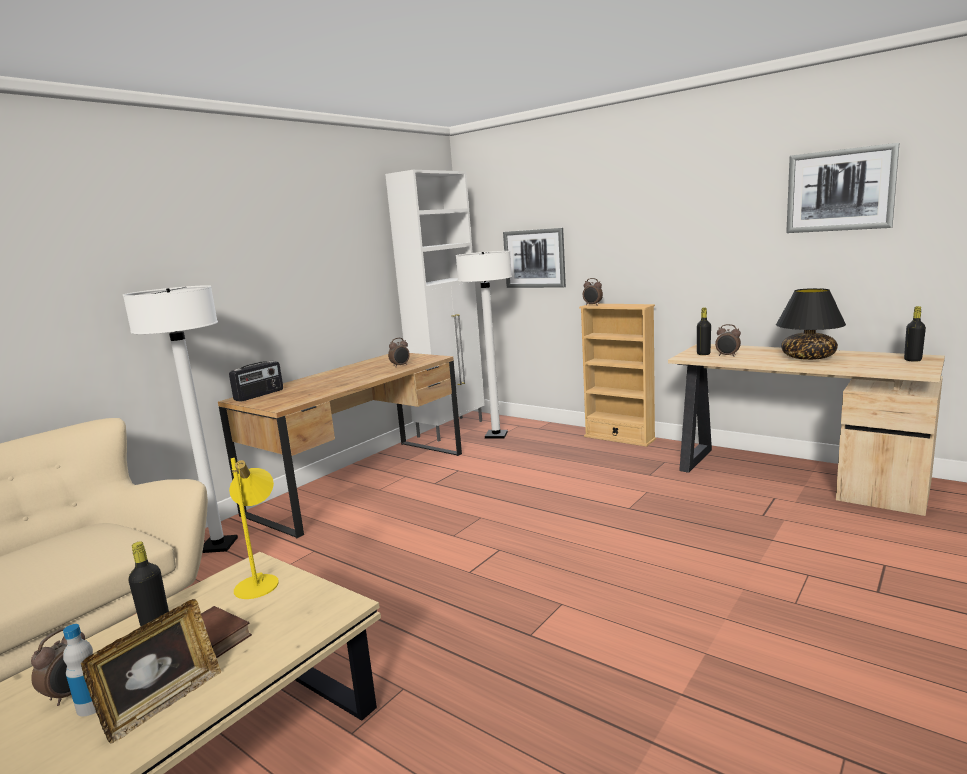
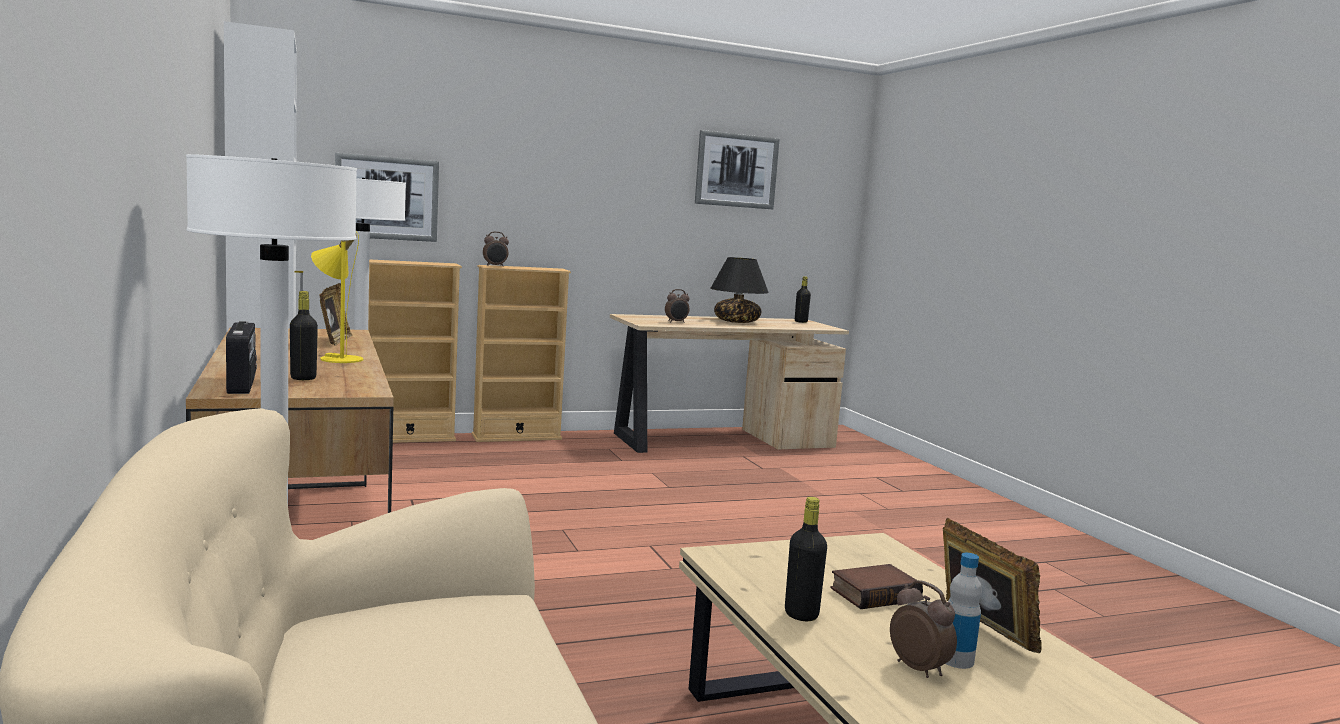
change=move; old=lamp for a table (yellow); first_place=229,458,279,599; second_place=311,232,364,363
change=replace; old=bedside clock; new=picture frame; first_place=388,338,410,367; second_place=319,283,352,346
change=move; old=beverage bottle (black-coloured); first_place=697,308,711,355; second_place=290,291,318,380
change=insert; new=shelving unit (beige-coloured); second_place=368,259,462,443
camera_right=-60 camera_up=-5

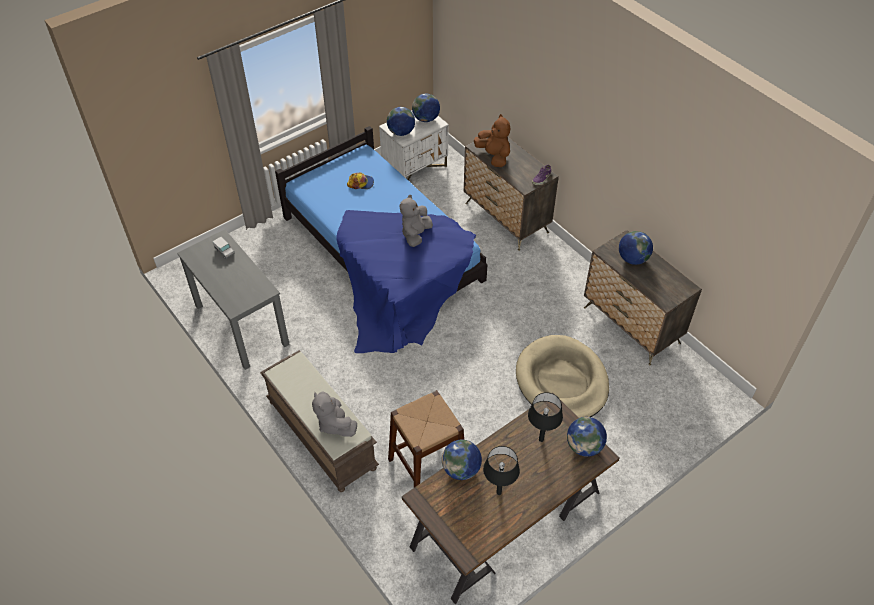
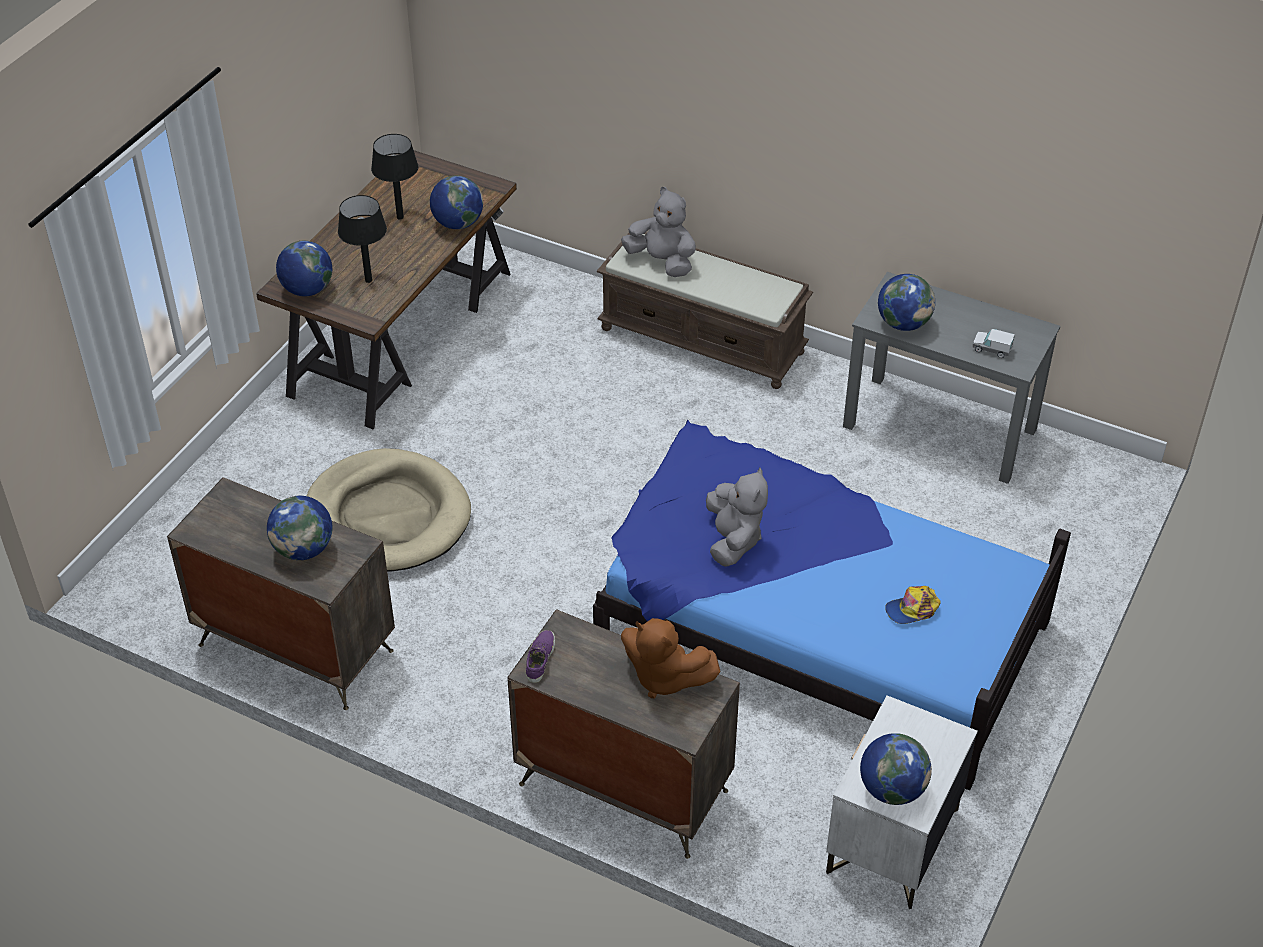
change=move; old=desk globe; first_place=387,107,415,136; second_place=878,274,935,331
change=delete; old=sitting stool (brown); first_place=388,390,464,487
camera_right=155 camera_up=-5

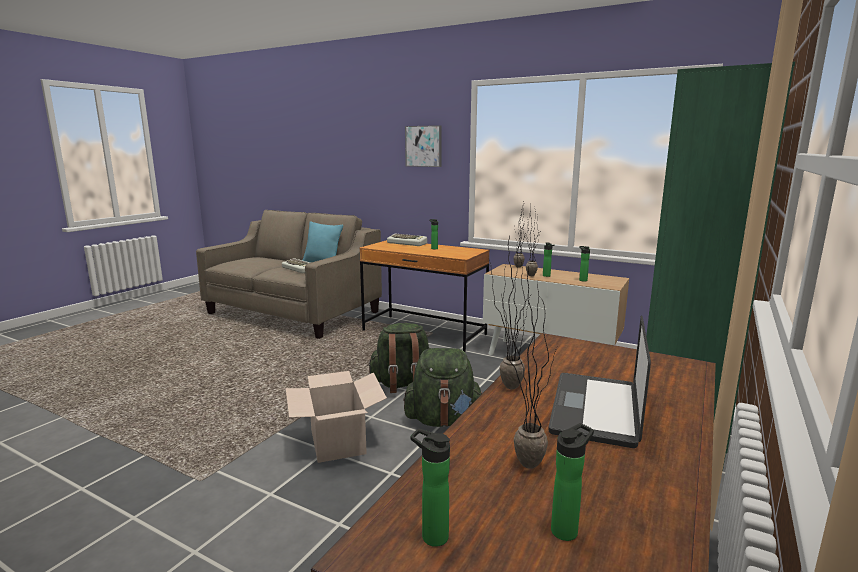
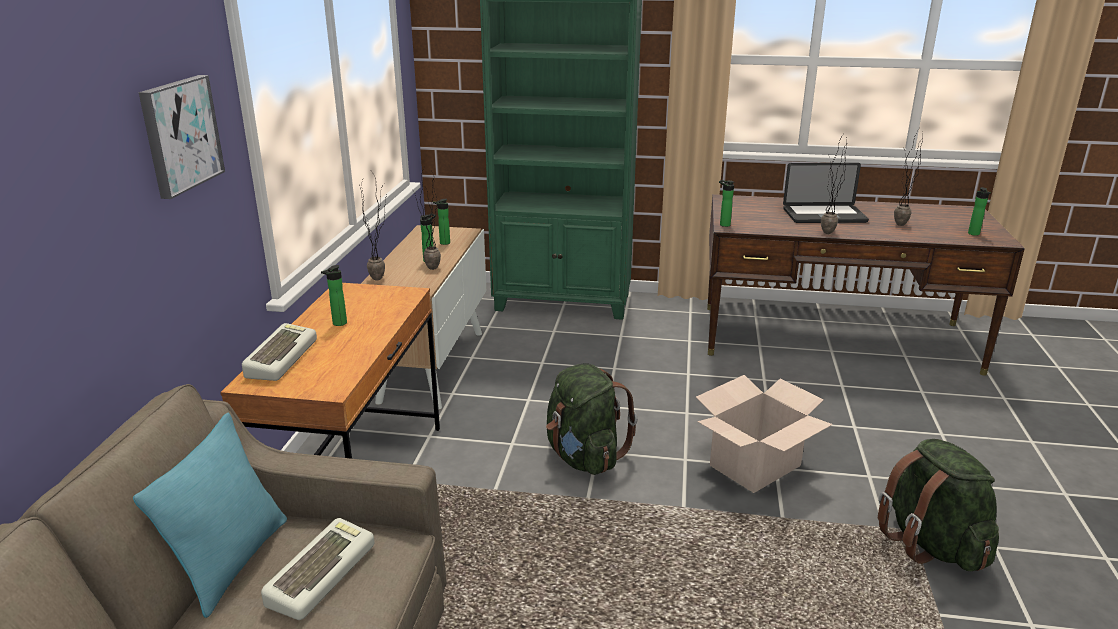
change=move; old=rucksack (greenish); first_place=404,348,482,427; second_place=878,439,999,571
change=move; old=beverage bottle; first_place=551,423,594,541; second_place=719,180,735,227
camera_right=-110 camera_up=10

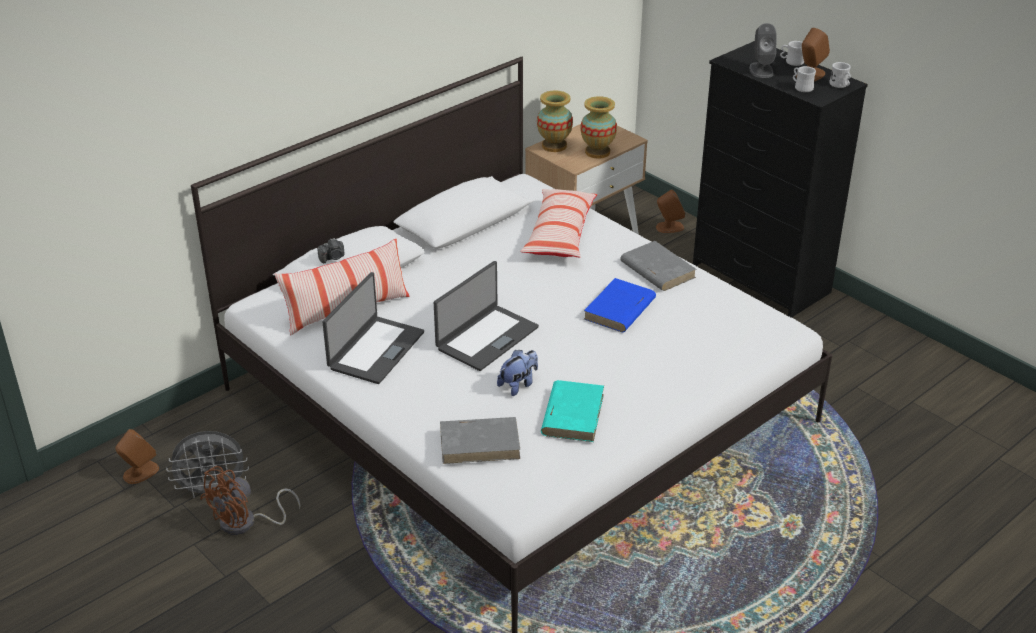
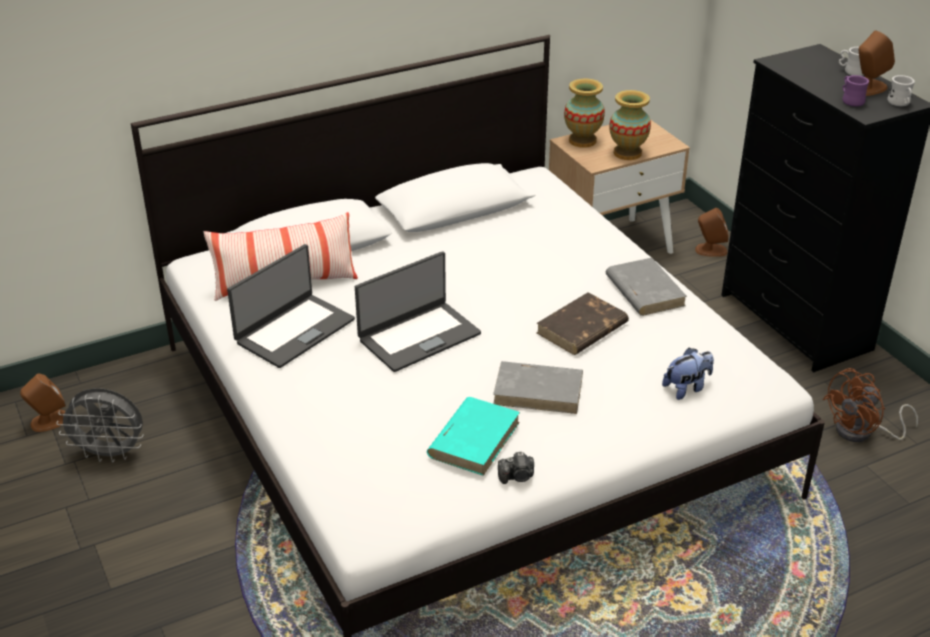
change=move; old=electric fan (brown); first_place=200,466,301,535; second_place=822,368,918,442
change=move; old=still camera; first_place=317,238,345,263; second_place=498,452,534,484
change=move; old=volume (grey); first_place=440,417,520,464; second_place=493,361,583,414
change=move; old=plush toy; first_place=497,350,538,396; second_place=662,348,714,400
change=delete; old=throw pillow; first_place=520,189,597,258
change=recolor; old=volume (bluish); new=volume (brown); first_place=584,278,656,332; second_place=537,292,629,355
change=delete; old=speaker (grey); first_place=749,23,777,78
change=recolor; old=mug (white); new=mug (purplish); first_place=793,66,816,92; second_place=842,75,869,106
camera_right=15 camera_up=0

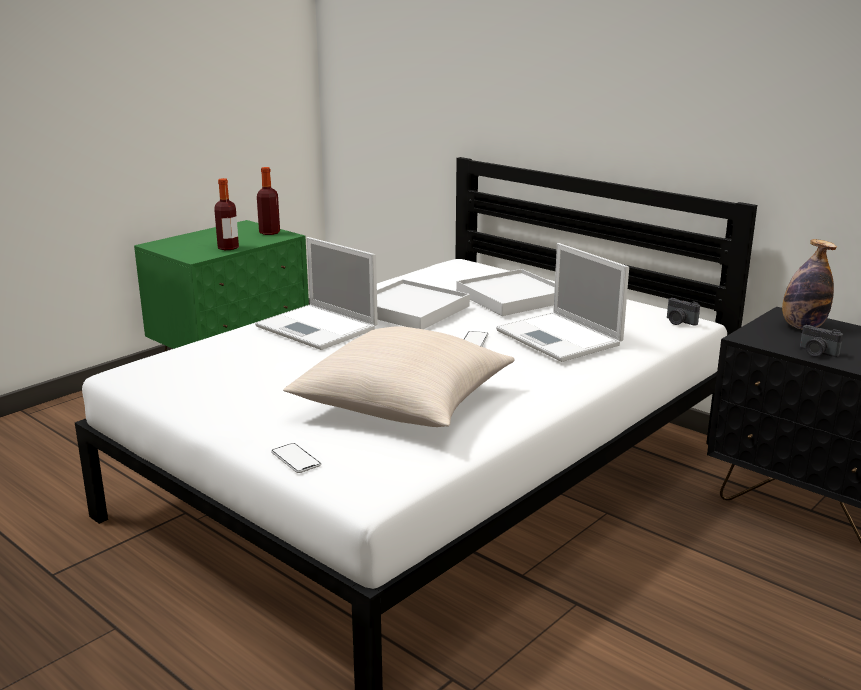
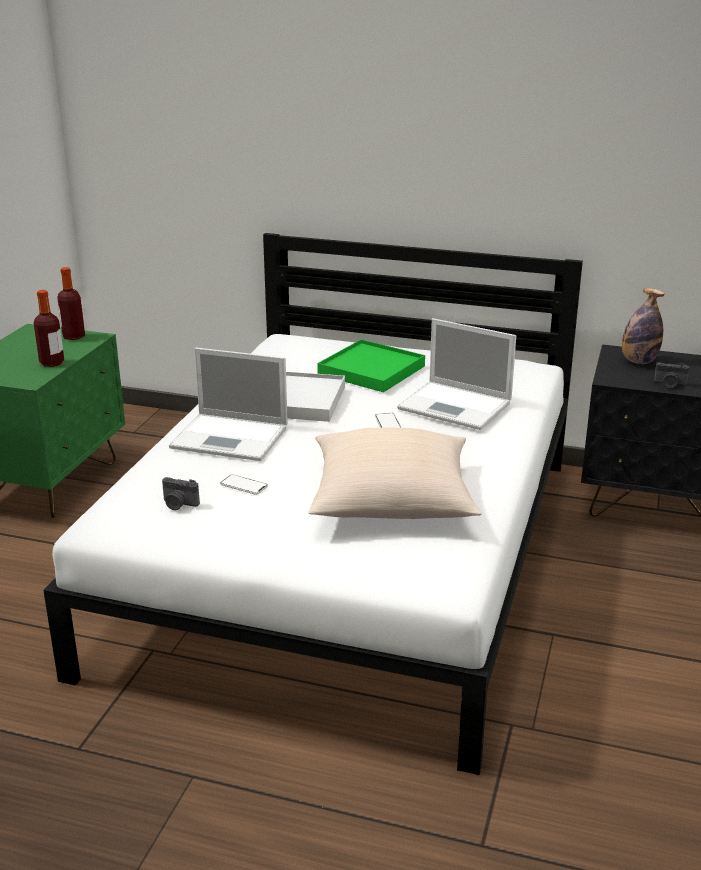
change=move; old=handset; first_place=271,443,321,473; second_place=220,474,268,495
change=recolor; old=tray (white); new=tray (greenish); first_place=456,269,555,316; second_place=317,339,425,392
change=move; old=still camera; first_place=667,298,700,326; second_place=162,477,200,510
camera_right=-25 camera_up=5

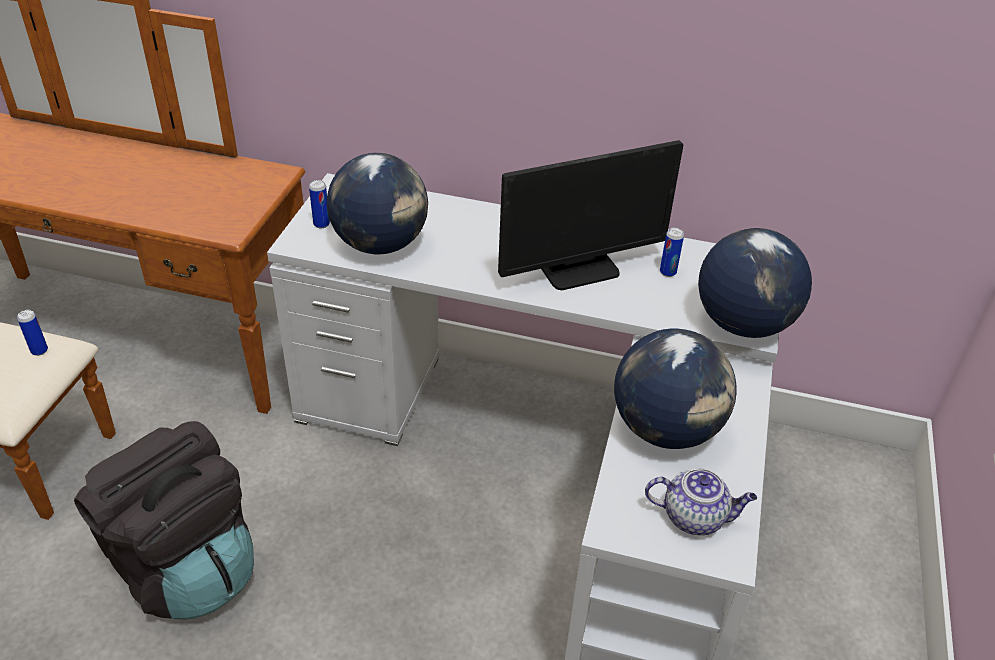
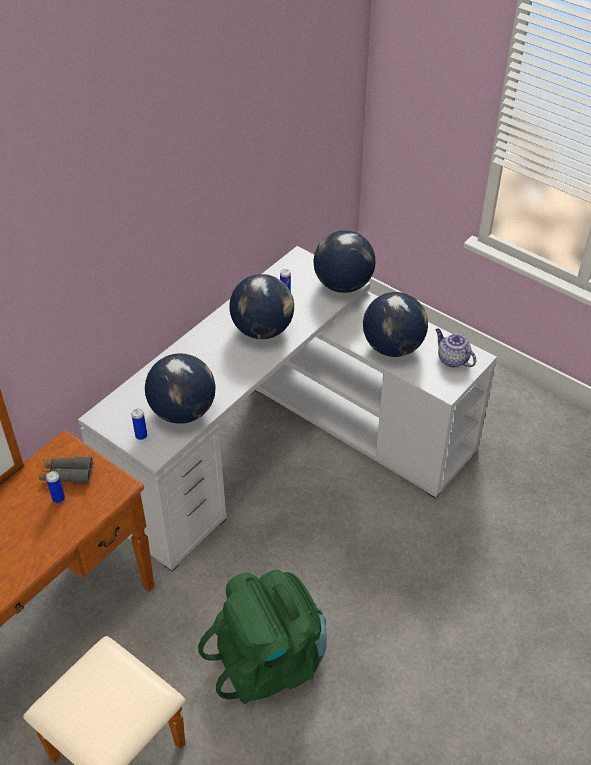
change=move; old=can; first_place=17,310,48,356; second_place=46,471,65,503
change=recolor; old=rucksack (black-coloured); new=rucksack (greenish); first_place=74,421,254,619; second_place=198,570,327,704
change=replace; old=monitor; new=desk globe; first_place=498,140,683,290; second_place=229,274,294,339
change=rotate; old=tea pot; first_place=645,469,757,535; second_place=435,329,476,368; degrees=-75
change=insert; new=field glasses (grey); second_place=39,457,93,484
camera_right=-65 camera_up=5

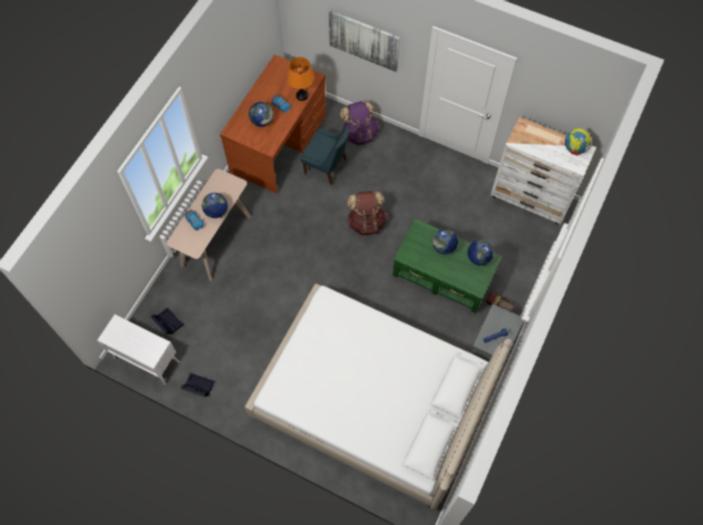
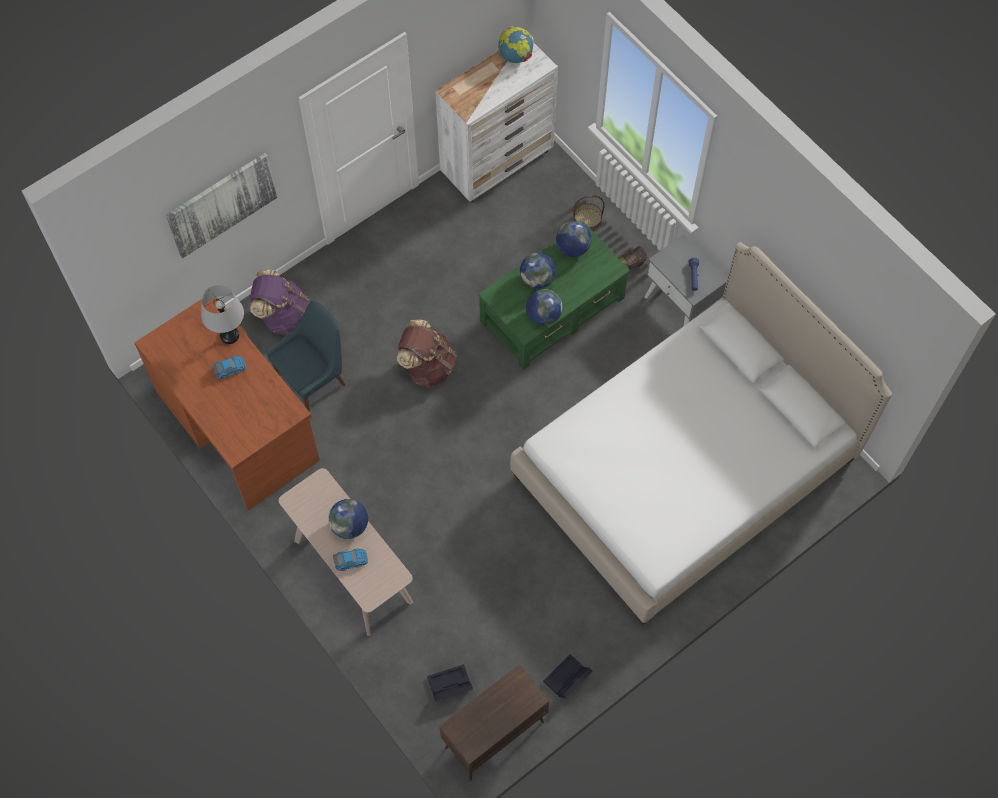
change=recolor; old=cupboard (white); new=cupboard (brown); first_place=97,314,179,385; second_place=439,664,549,780
change=move; old=desk globe; first_place=249,102,274,127; second_place=526,289,562,326
change=recolor; old=lamp for a table (orange); new=lamp for a table (grey); first_place=287,57,314,101; second_place=201,285,244,344
change=insert; new=basket; second_place=573,196,605,232
camera_right=-65 camera_up=0

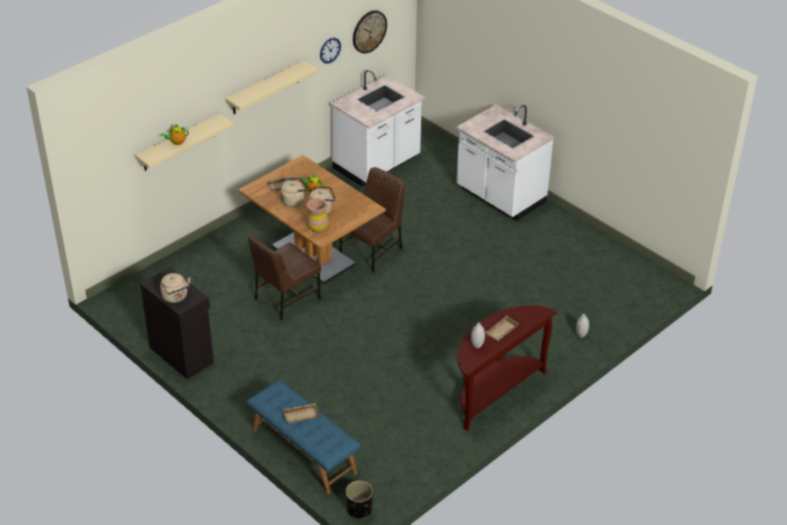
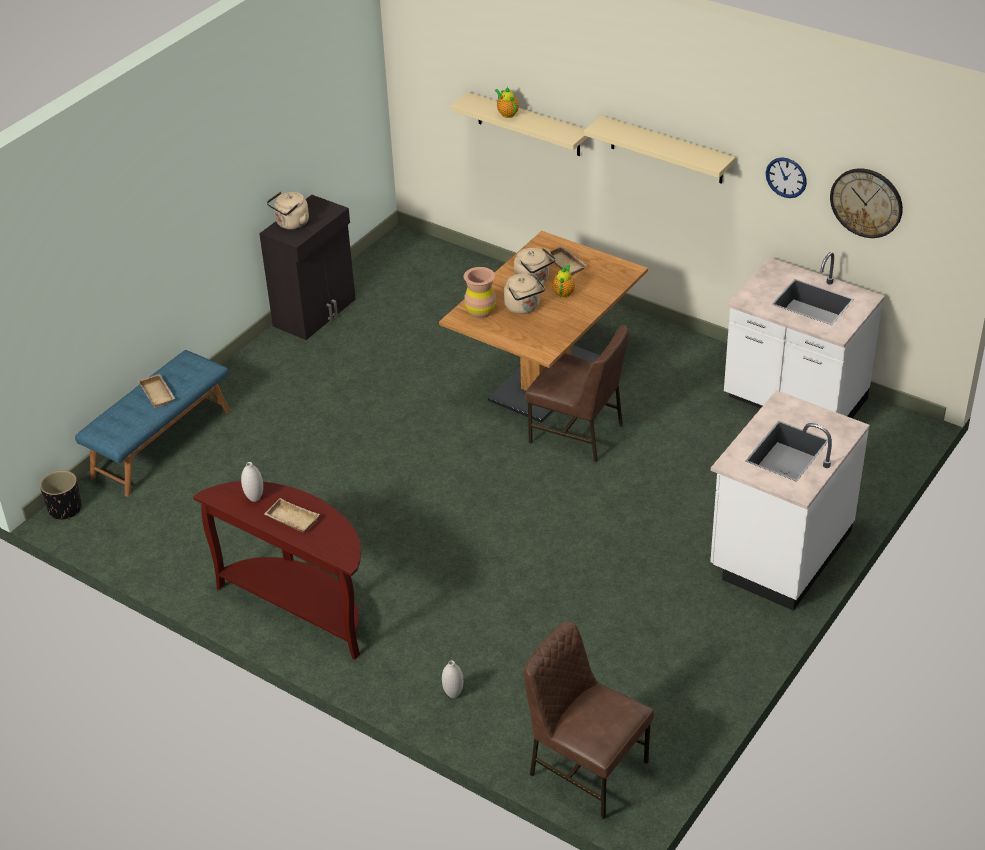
change=move; old=chair (brown); first_place=248,233,321,320; second_place=524,622,654,819
camera_right=80 camera_up=0

